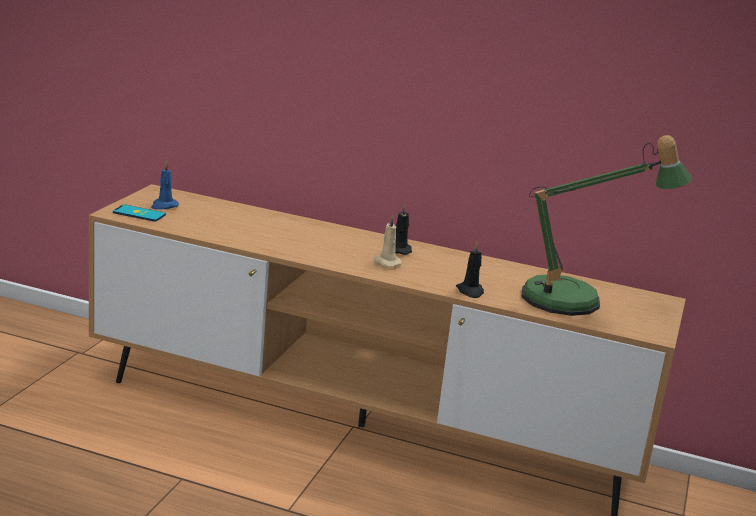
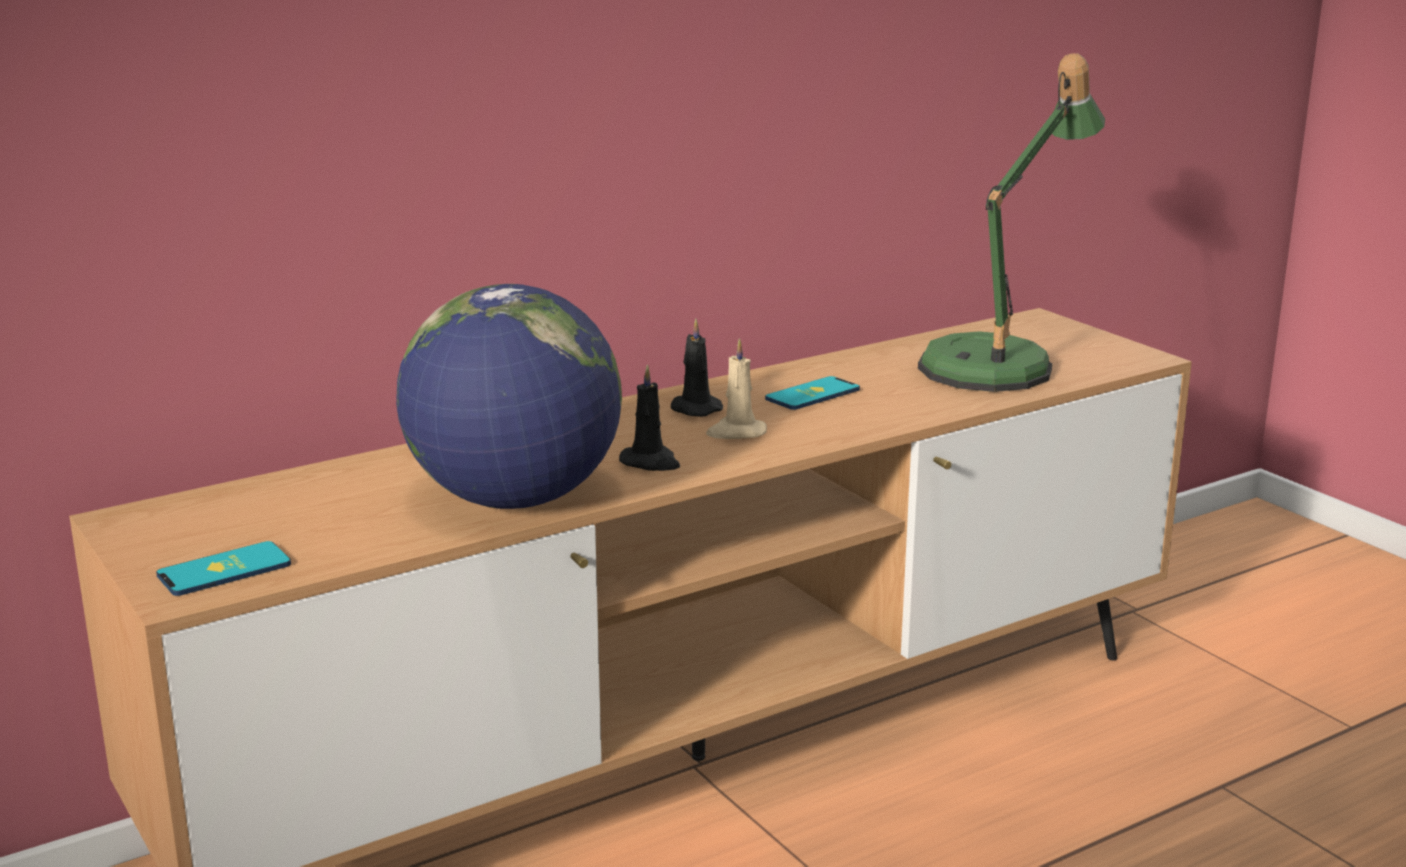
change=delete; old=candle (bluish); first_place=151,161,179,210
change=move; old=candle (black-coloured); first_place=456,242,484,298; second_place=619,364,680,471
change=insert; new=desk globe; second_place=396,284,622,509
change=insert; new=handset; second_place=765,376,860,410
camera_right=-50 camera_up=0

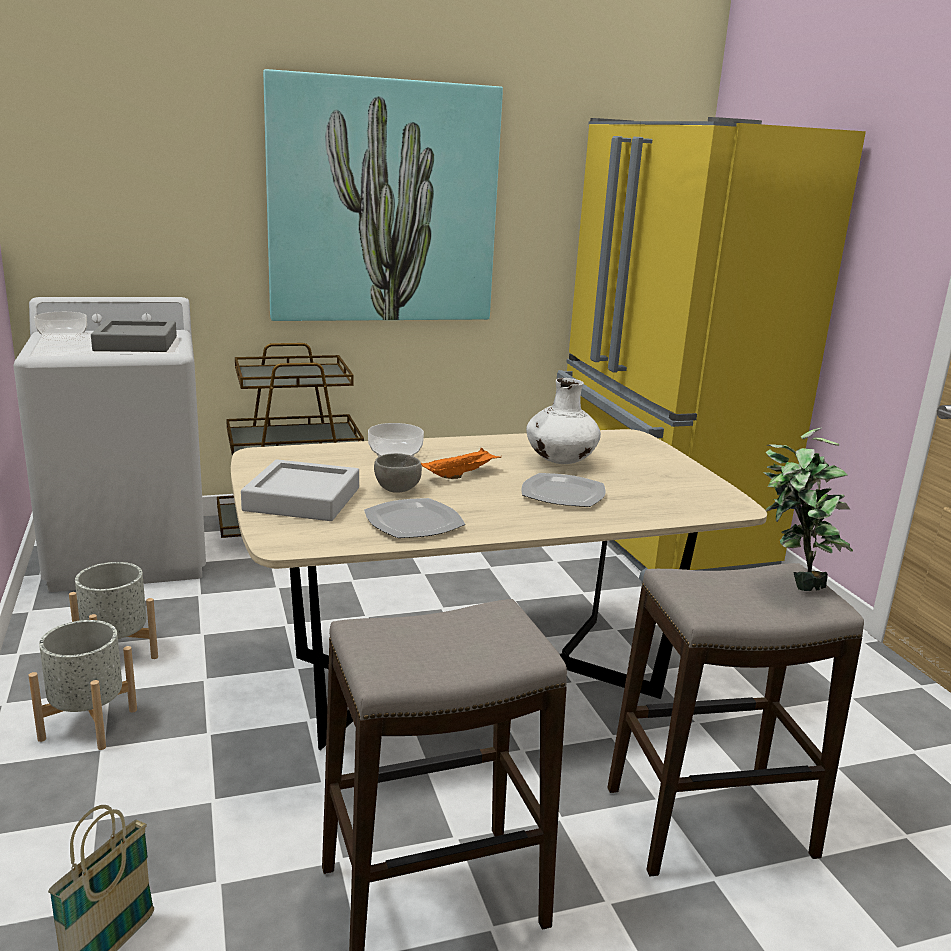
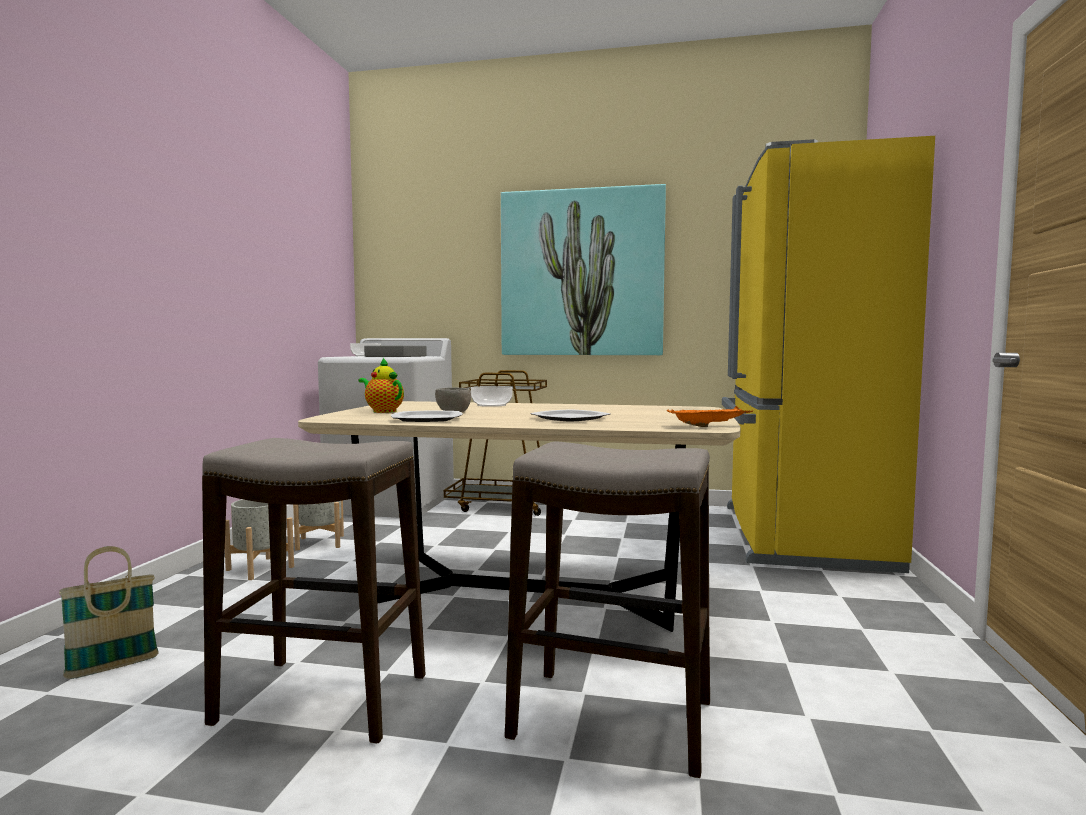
change=replace; old=tray (grey); new=tea pot; first_place=241,459,359,521; second_place=359,358,404,413
change=move; old=tray (orange); first_place=421,448,502,479; second_place=667,406,753,427
change=delete; old=decorative vase (white); first_place=526,378,601,464
change=delete; old=plant in a pot; first_place=763,427,853,591
camera_right=30 camera_up=-15

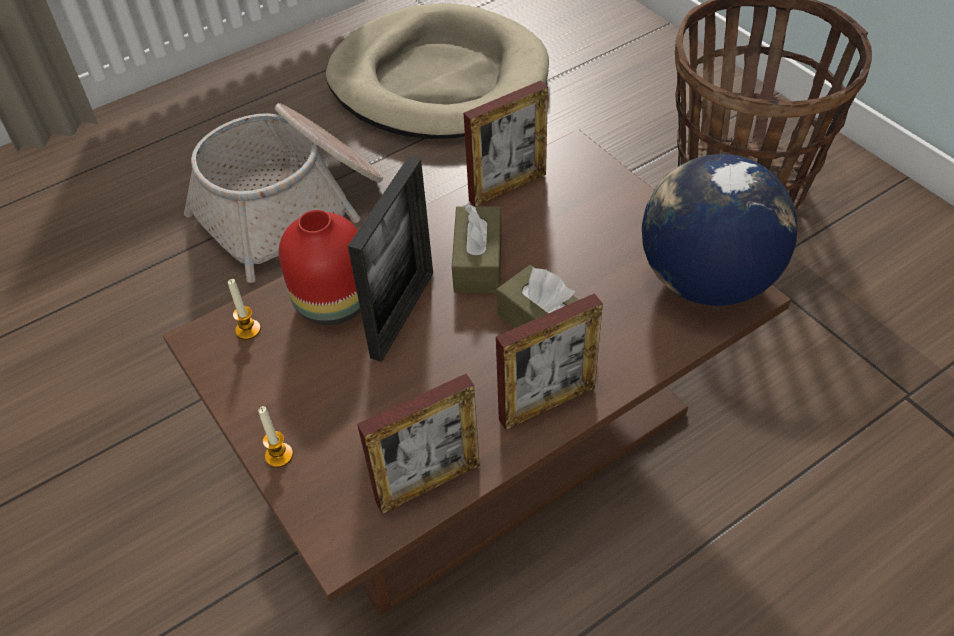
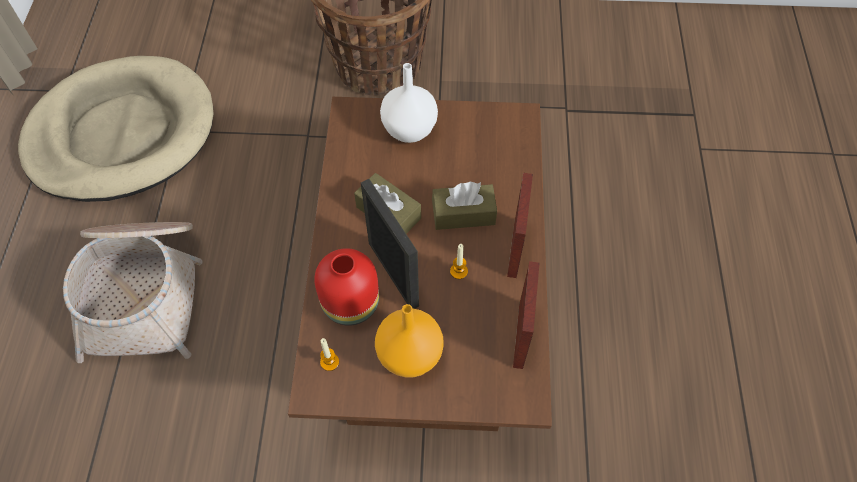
change=move; old=candle; first_place=258,406,293,468; second_place=450,244,468,279
change=delete; old=picture frame; first_place=464,81,548,206
change=delete; old=desk globe; first_place=642,154,798,306
change=insert; new=decorative vase (orange); second_place=375,304,444,378
change=insert; new=decorative vase (white); second_place=380,63,438,143
camera_right=-55 camera_up=10

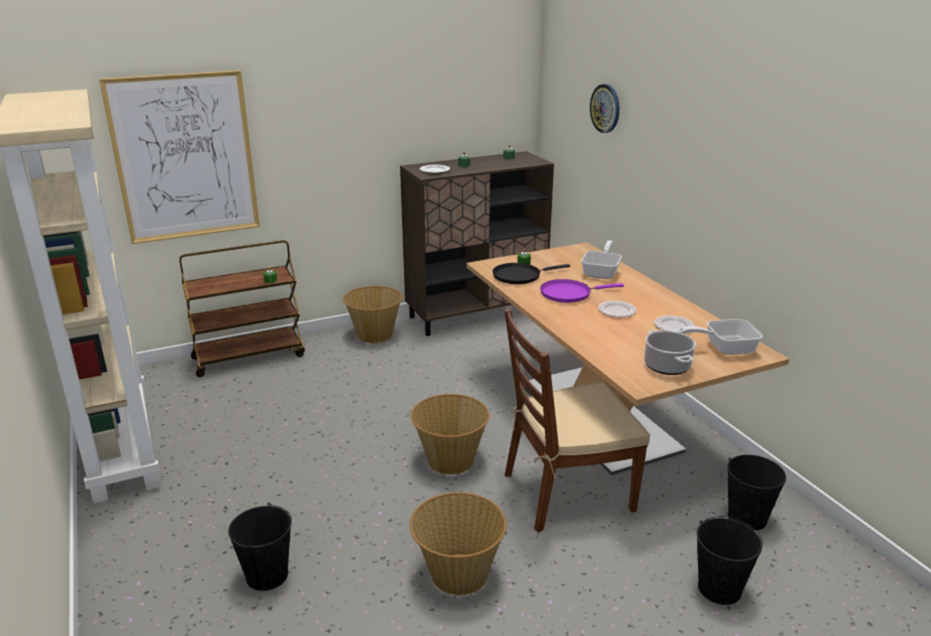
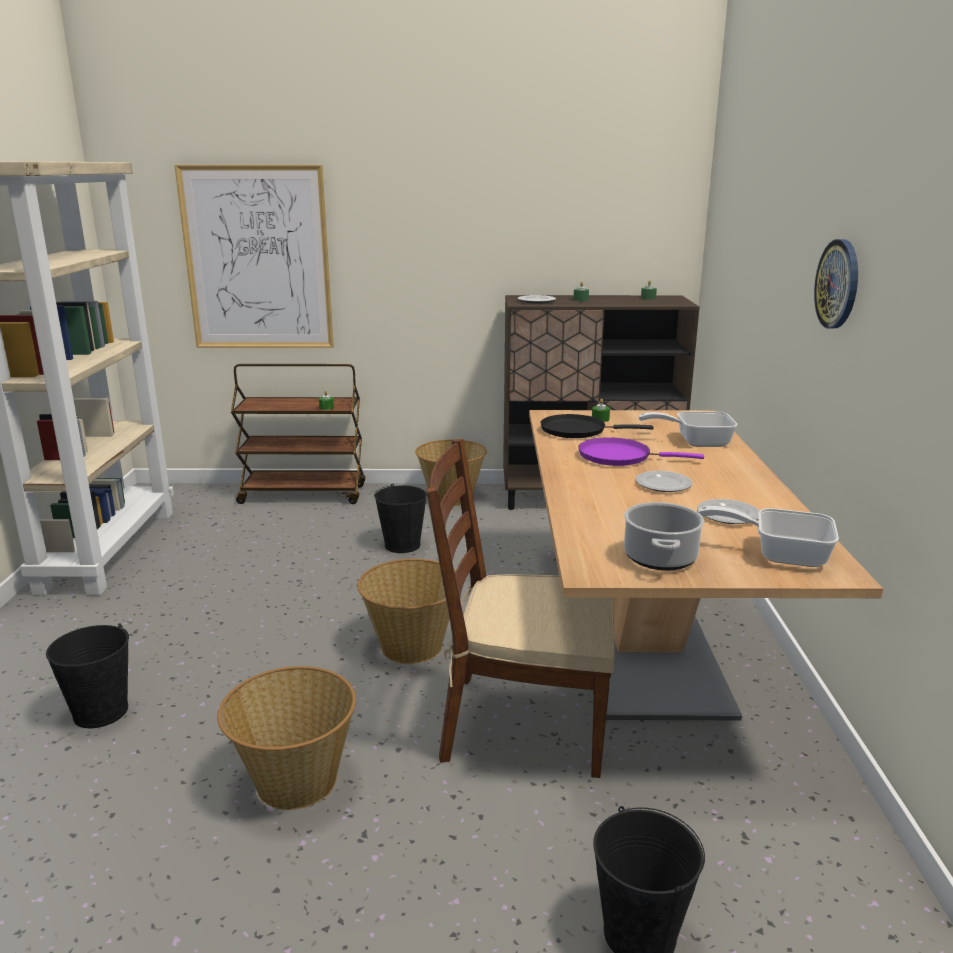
change=rotate; old=pan; first_place=581,240,622,279; second_place=638,412,737,447; degrees=-135
change=move; old=clock on the wall; first_place=590,84,620,133; second_place=814,239,858,328
change=move; old=pail (black-coloured); first_place=728,455,786,531; second_place=374,484,427,553
camera_right=25 camera_up=-5

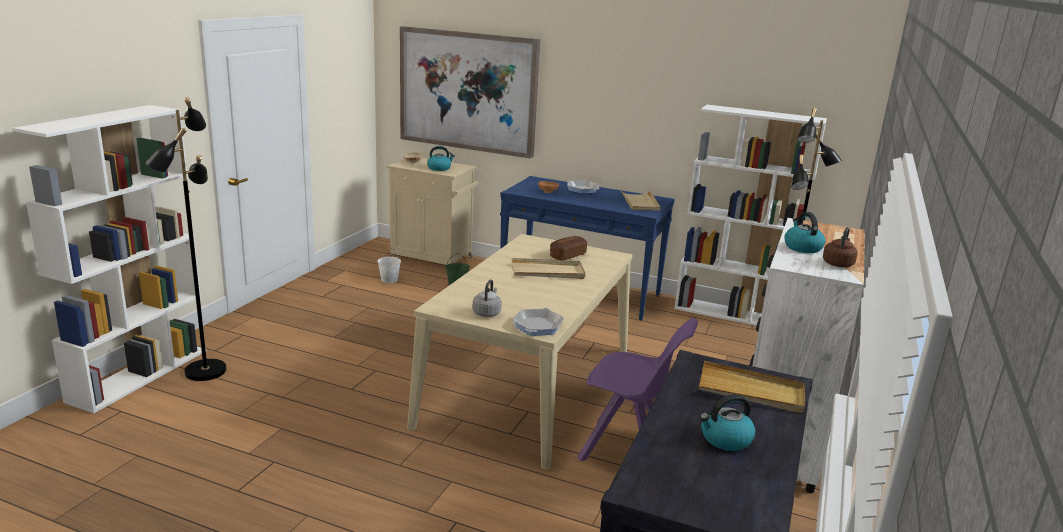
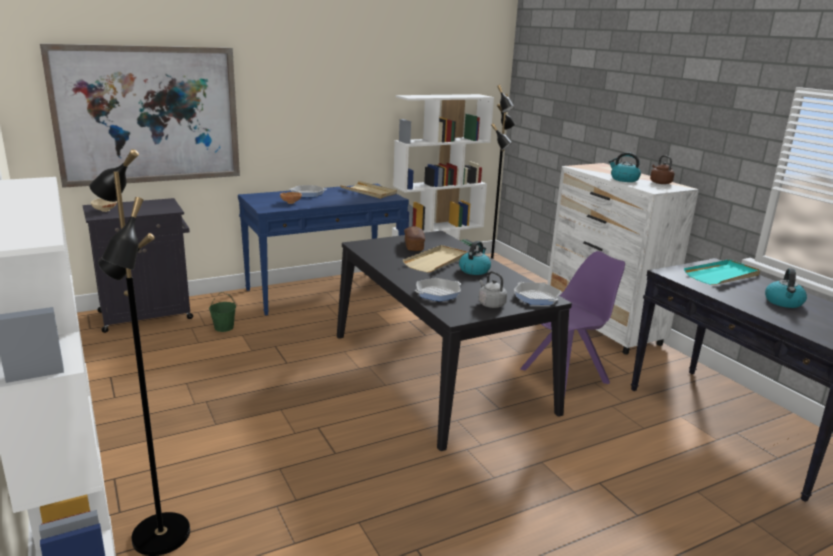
change=delete; old=pail (white); first_place=377,247,401,283
change=recolor; old=cupboard (beige-coloured); new=cupboard (black-coloured); first_place=387,158,478,265; second_place=83,198,193,333
change=recolor; old=dining table (beige-coloured); new=dining table (black-coloured); first_place=407,234,632,470; second_place=337,231,572,451
change=move; old=tea kettle; first_place=427,146,455,171; second_place=459,241,491,275
change=recolor; old=tray (beige-coloured); new=tray (turquoise-coloured); first_place=698,361,805,413; second_place=684,259,760,285
change=insert; new=pan; second_place=415,278,461,301
camera_right=-50 camera_up=0

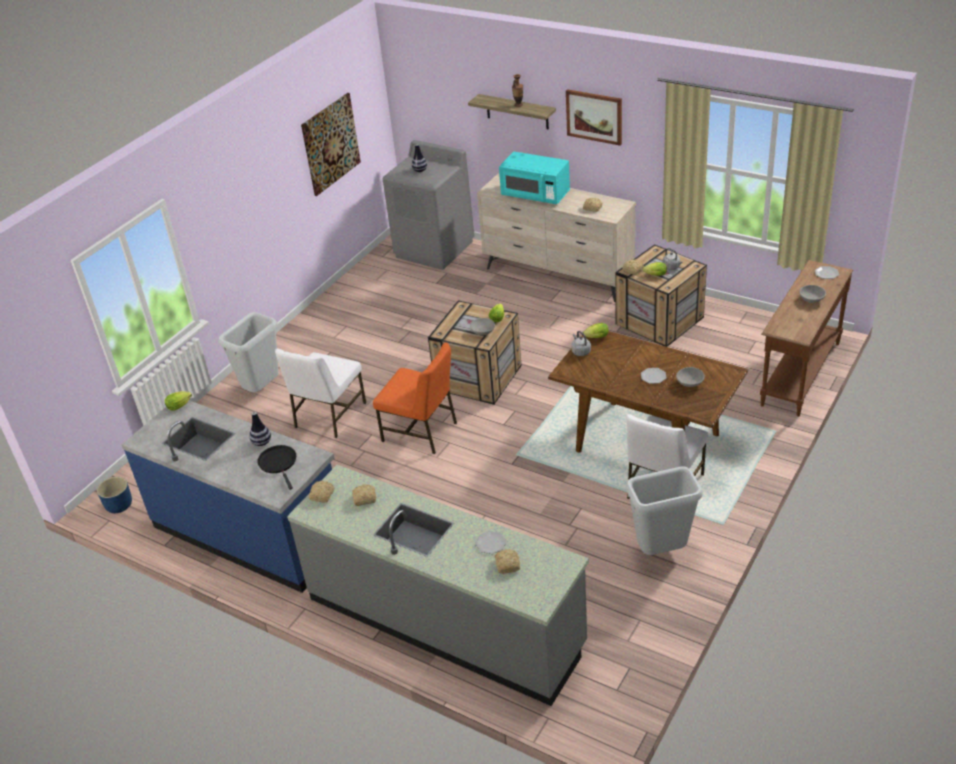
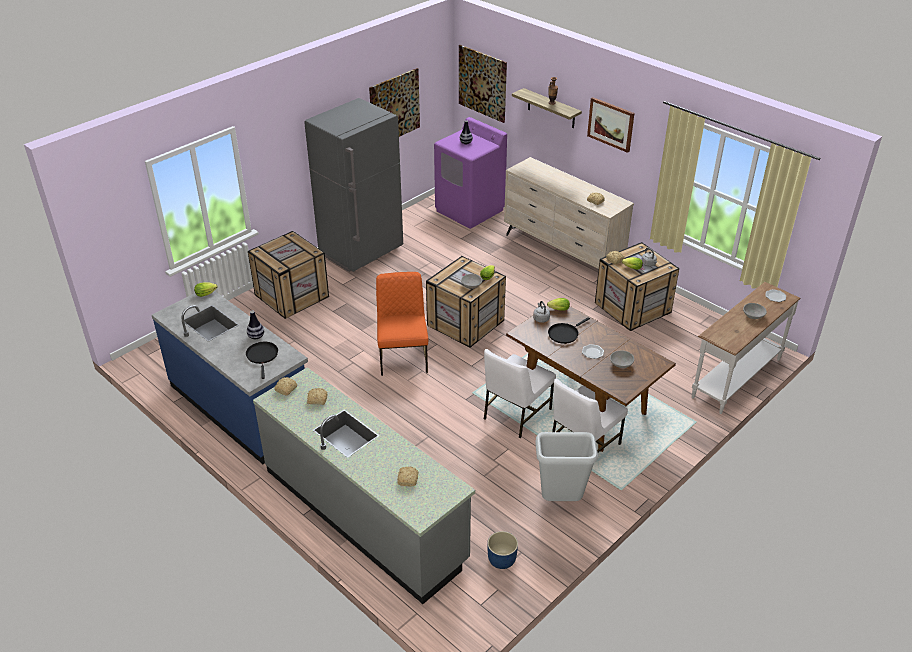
change=move; old=plant pot (bluish); first_place=97,477,132,513; second_place=487,531,518,569
change=replace; old=trash can (grey); new=crate; first_place=218,312,279,392; second_place=248,231,329,319
change=move; old=chair (white); first_place=275,348,366,438; second_place=484,349,556,438
change=rotate; old=chair (orange); first_place=373,342,457,454; second_place=376,272,428,376; degrees=-135
change=recolor; old=laundry appliance (grey); new=laundry appliance (purplish); first_place=383,140,475,270; second_place=434,117,507,229
change=delete; old=flat dish; first_place=475,531,507,554
change=delete; old=kitchen microwave (turquoise-coloured); first_place=499,152,570,204
change=recolor; old=console table (brown); new=console table (white); first_place=760,260,853,417; second_place=692,282,801,414
change=insert; new=fridge (grey); second_place=304,98,403,272
change=insert; new=wall art; second_place=459,45,507,123
change=insert; new=pan (black-coloured); second_place=548,317,590,344
camera_right=10 camera_up=0

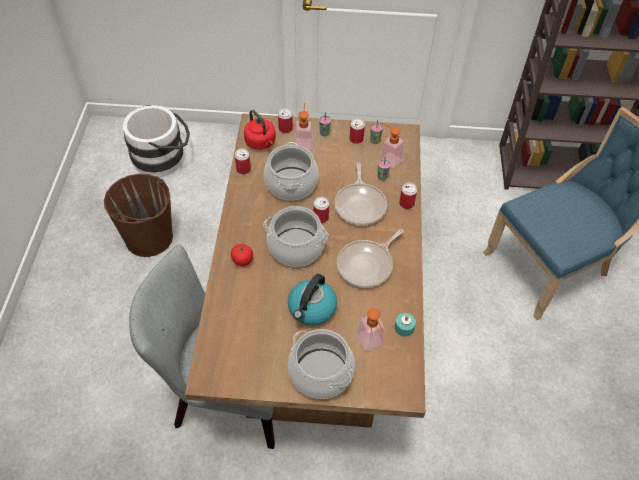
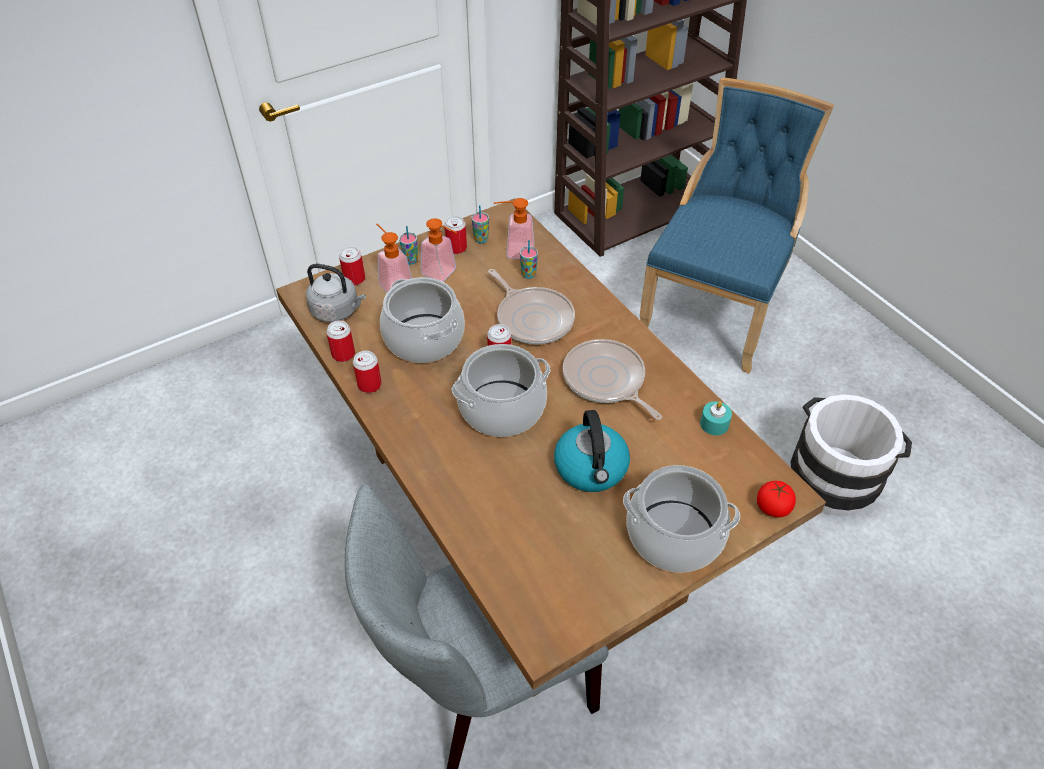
change=delete; old=pail (brown); first_place=104,174,173,257
change=move; old=pail (white); first_place=123,105,190,177; second_place=791,394,912,517
change=move; old=fresh tomato; first_place=231,244,253,266; second_place=757,481,796,517
change=recolor; old=tea kettle (reddish); new=tea kettle (grey); first_place=244,110,276,150; second_place=306,264,366,322
change=rotate; old=pan; first_place=337,229,403,288; second_place=563,339,662,420; degrees=135
change=move; old=liquid soap bottle; first_place=356,308,384,351; second_place=421,218,457,282
change=move; old=can; first_place=399,183,417,209; second_place=353,351,382,393
camera_right=-35 camera_up=-5

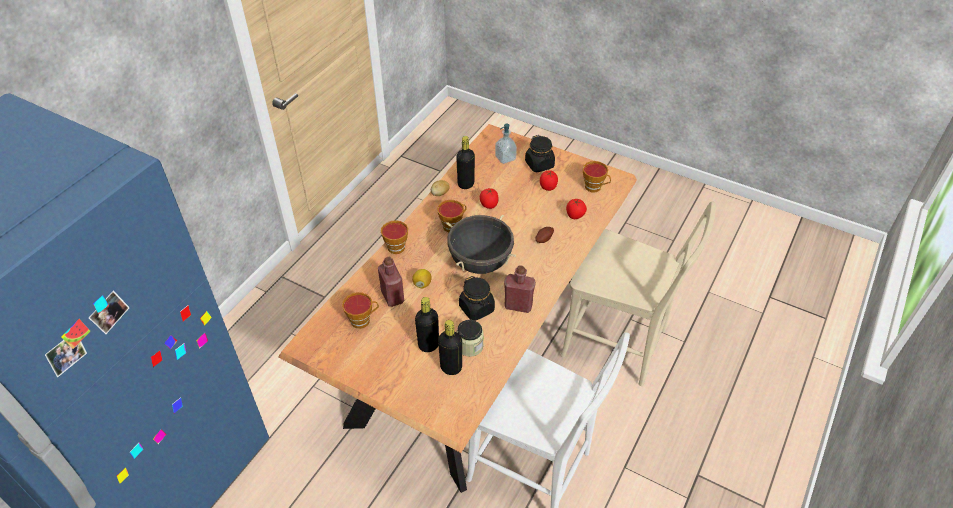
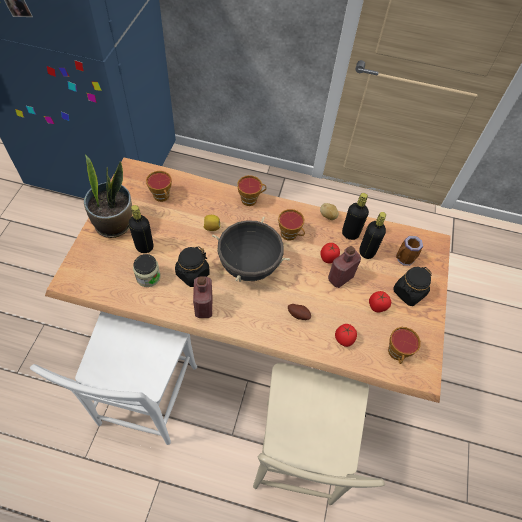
change=move; old=beverage bottle (reddish); first_place=378,257,404,307; second_place=328,246,361,288
change=move; old=beverage bottle (black-coloured); first_place=438,320,462,375; second_place=359,212,386,259
change=replace; old=liquid soap bottle; new=mug; first_place=495,123,517,164; second_place=396,236,423,266
change=insert; new=plant in a pot; second_place=84,154,132,238
camera_right=70 camera_up=10

